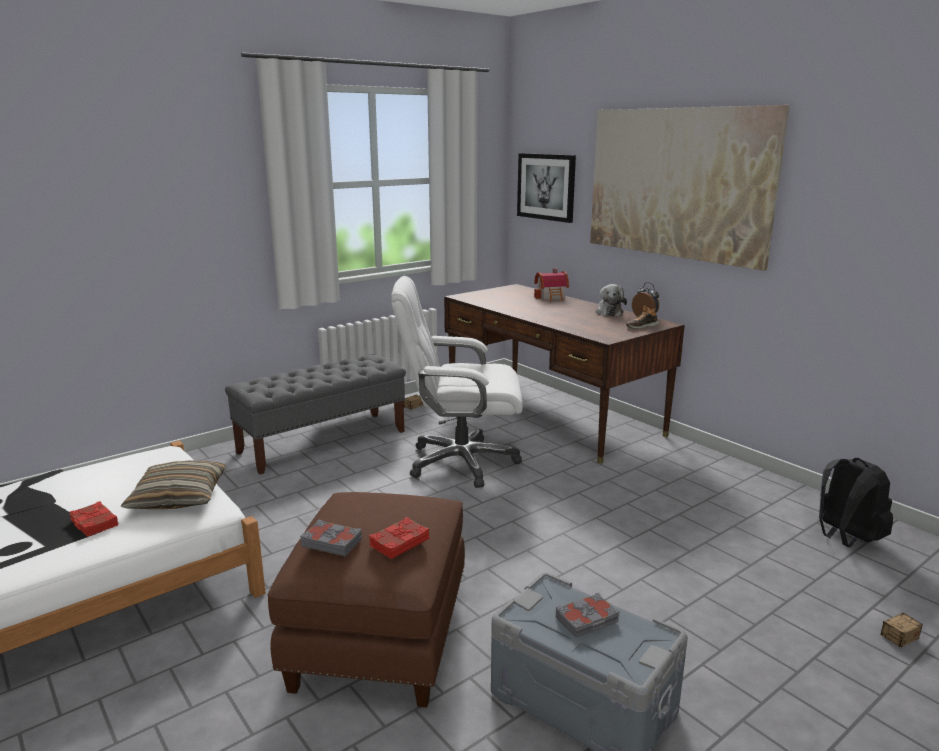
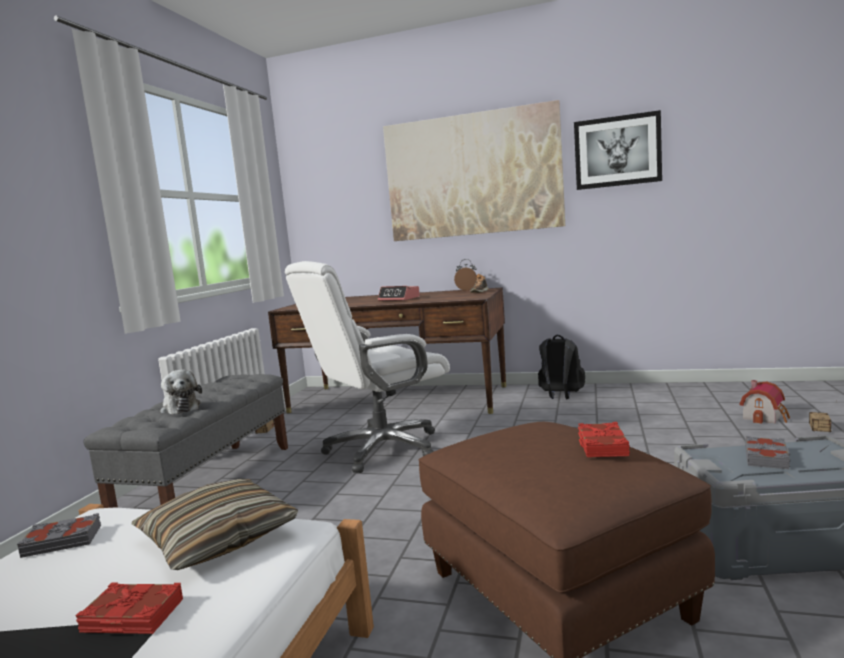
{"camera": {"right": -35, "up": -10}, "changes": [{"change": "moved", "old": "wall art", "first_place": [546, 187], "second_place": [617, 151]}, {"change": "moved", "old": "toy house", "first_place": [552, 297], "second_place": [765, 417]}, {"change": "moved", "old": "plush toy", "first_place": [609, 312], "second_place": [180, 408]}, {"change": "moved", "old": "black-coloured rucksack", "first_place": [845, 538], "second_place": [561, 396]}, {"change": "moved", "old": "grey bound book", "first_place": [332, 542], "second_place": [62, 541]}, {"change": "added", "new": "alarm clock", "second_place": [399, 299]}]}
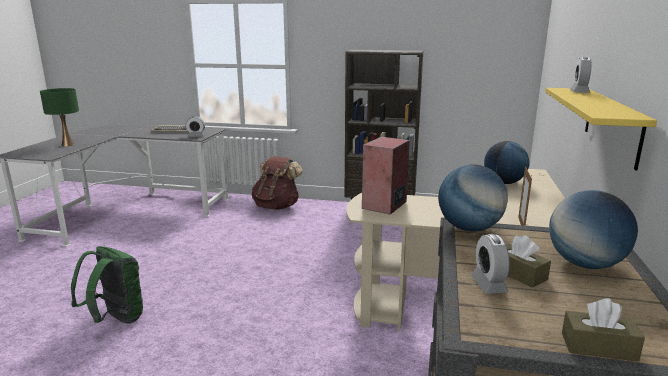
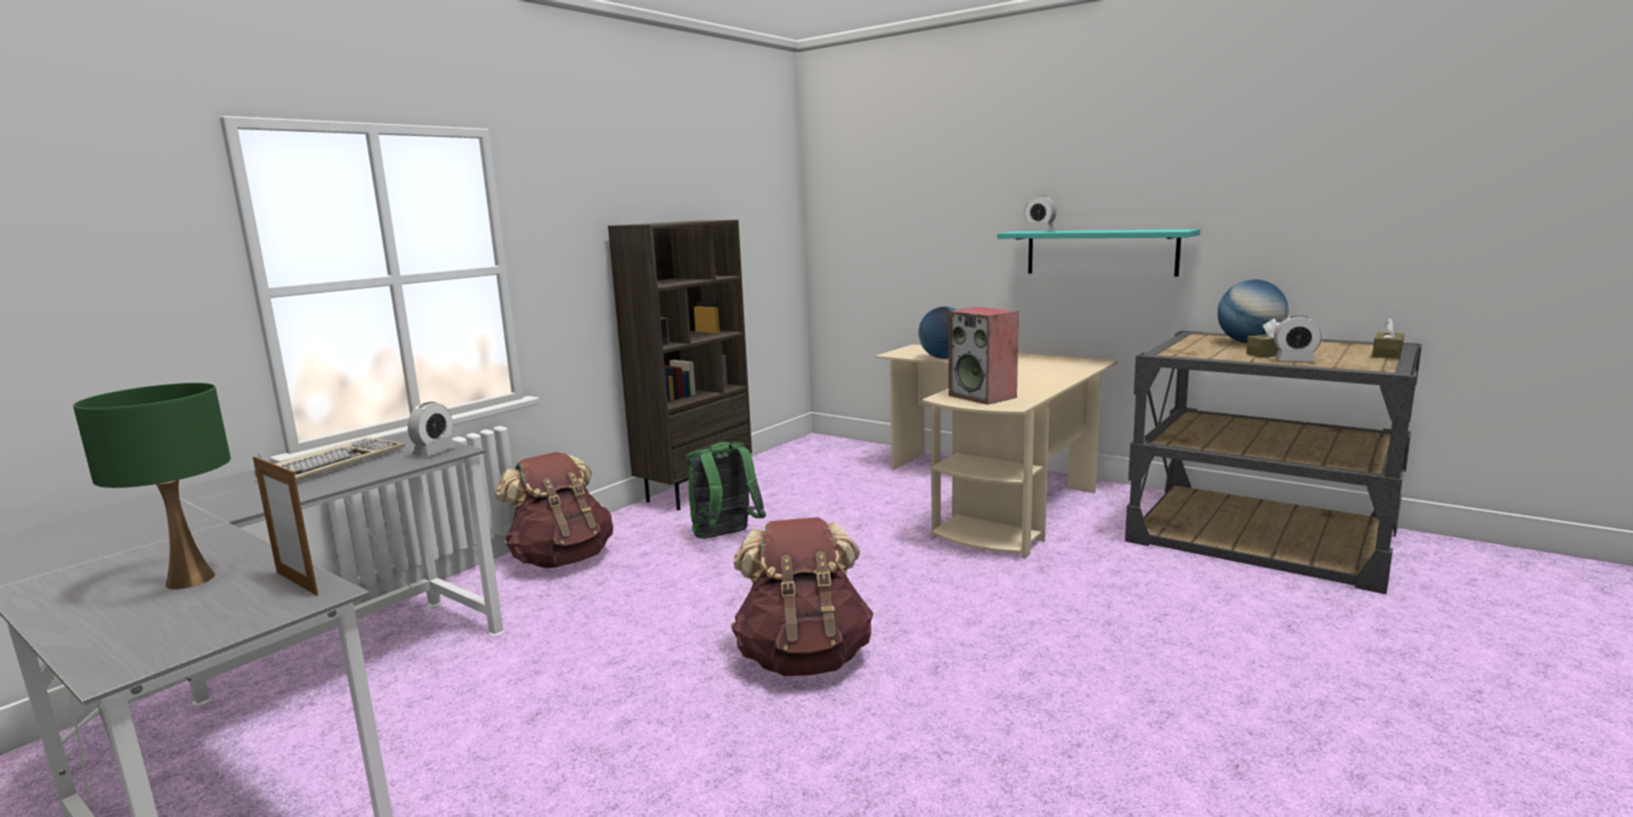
{"camera": {"right": -65, "up": -5}, "changes": [{"change": "recoloured", "old": "yellow shelf", "new": "turquoise shelf", "first_place": [612, 125], "second_place": [1100, 252]}, {"change": "removed", "old": "globe", "first_place": [469, 228]}, {"change": "moved", "old": "picture frame", "first_place": [521, 224], "second_place": [297, 583]}, {"change": "moved", "old": "green-coloured rucksack", "first_place": [116, 319], "second_place": [725, 536]}, {"change": "added", "new": "brown rucksack", "second_place": [804, 658]}]}
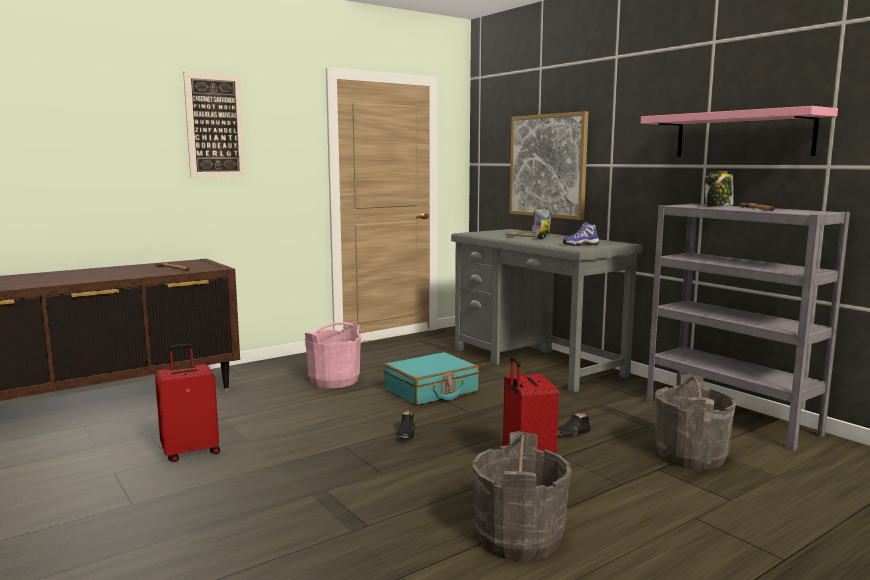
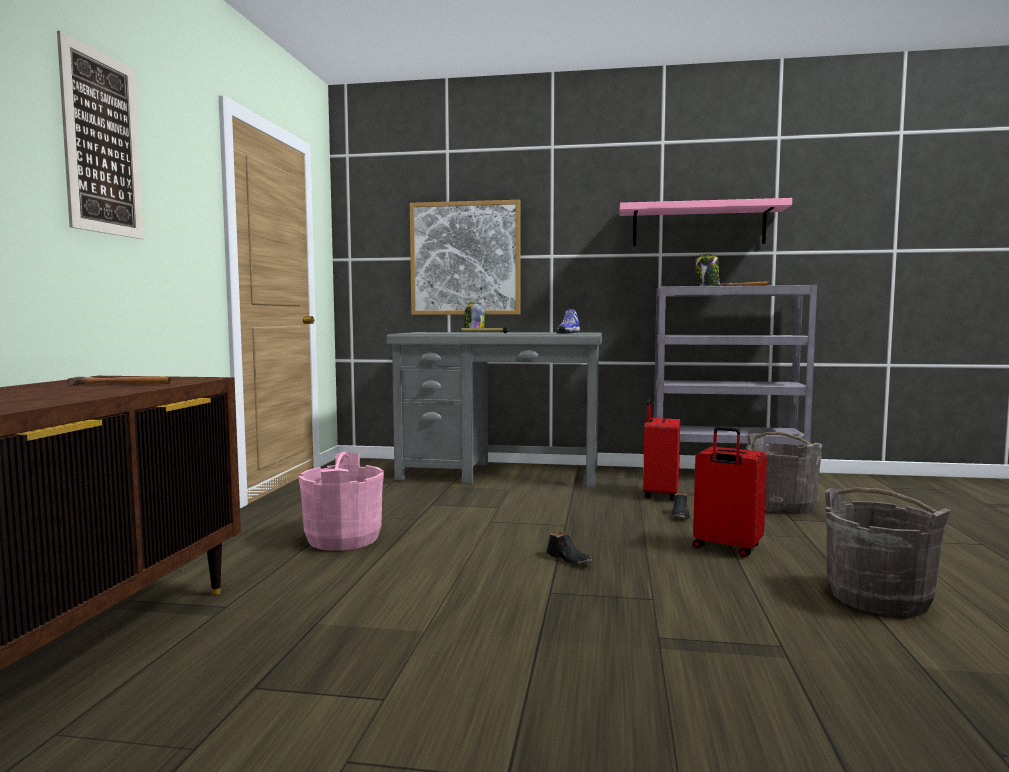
{"camera": {"right": -45, "up": -5}, "changes": [{"change": "moved", "old": "red-coloured piece of luggage", "first_place": [191, 452], "second_place": [659, 495]}, {"change": "removed", "old": "turquoise piece of luggage", "first_place": [431, 391]}]}
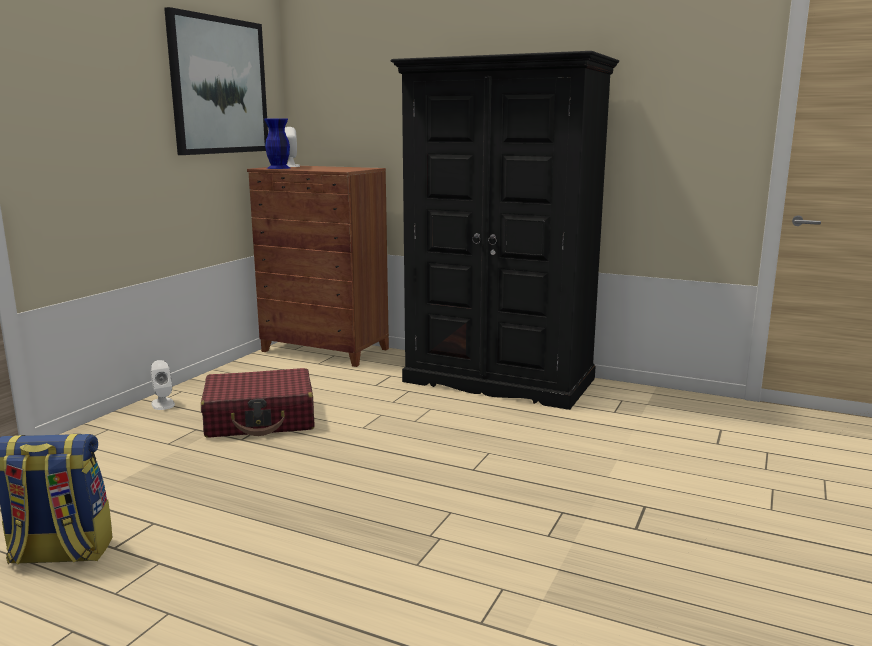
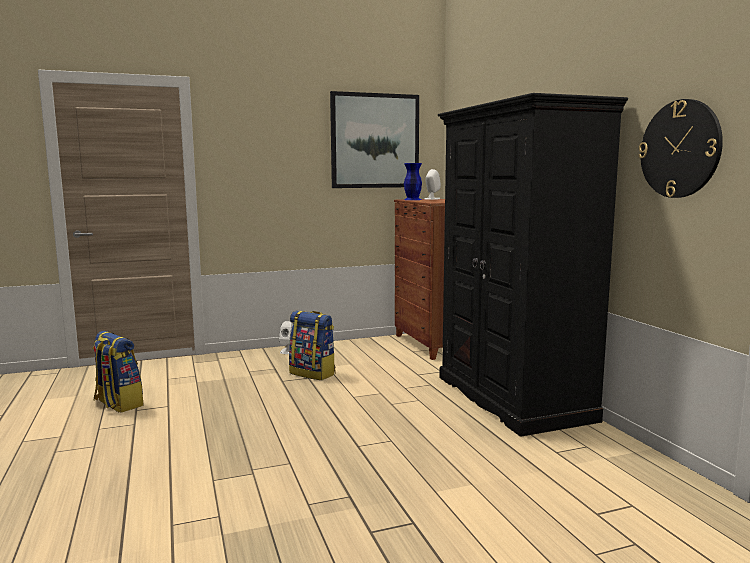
{"camera": {"right": 45, "up": -5}, "changes": [{"change": "replaced", "old": "red-coloured piece of luggage", "new": "rucksack", "first_place": [260, 419], "second_place": [313, 373]}, {"change": "added", "new": "clock on the wall", "second_place": [680, 149]}]}
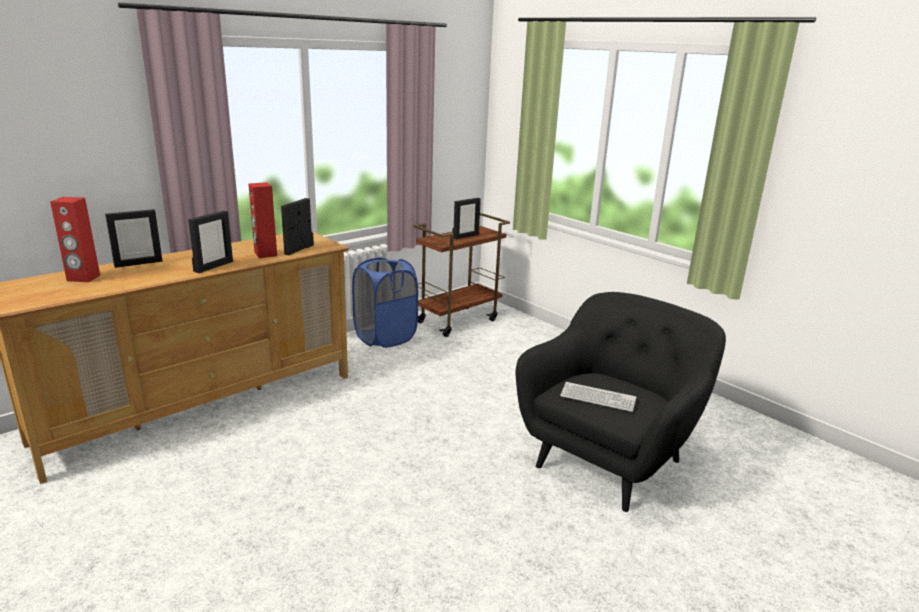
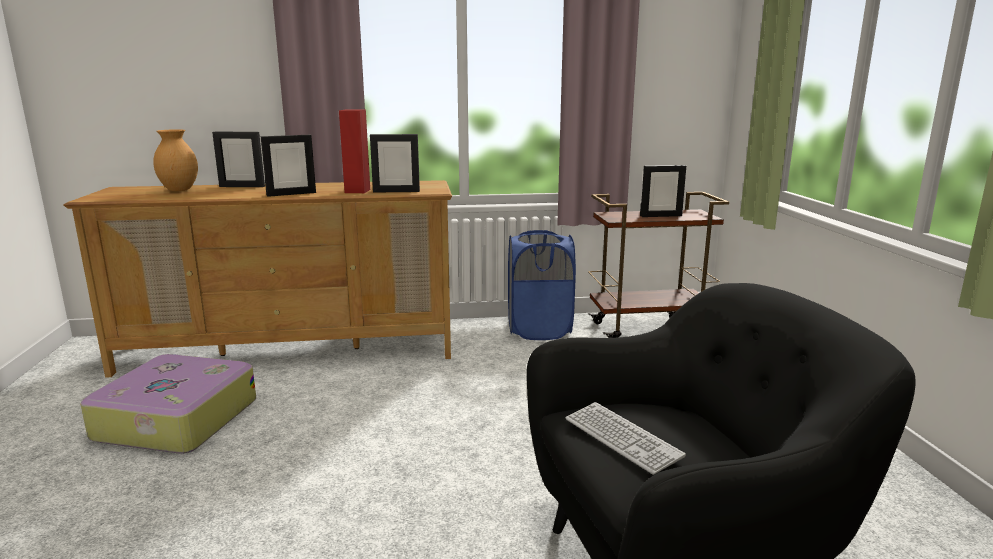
{"camera": {"right": 35, "up": -5}, "changes": [{"change": "replaced", "old": "red-coloured speaker", "new": "brown flower vase", "first_place": [83, 278], "second_place": [180, 190]}, {"change": "turned", "old": "picture frame", "first_place": [299, 249], "second_place": [396, 191], "degrees": -150}, {"change": "added", "new": "piece of luggage", "second_place": [175, 420]}]}
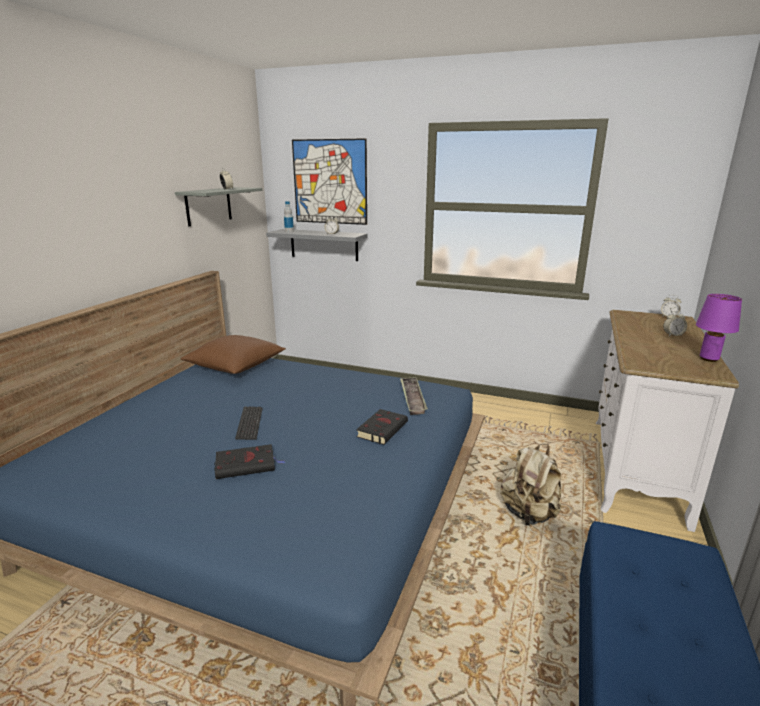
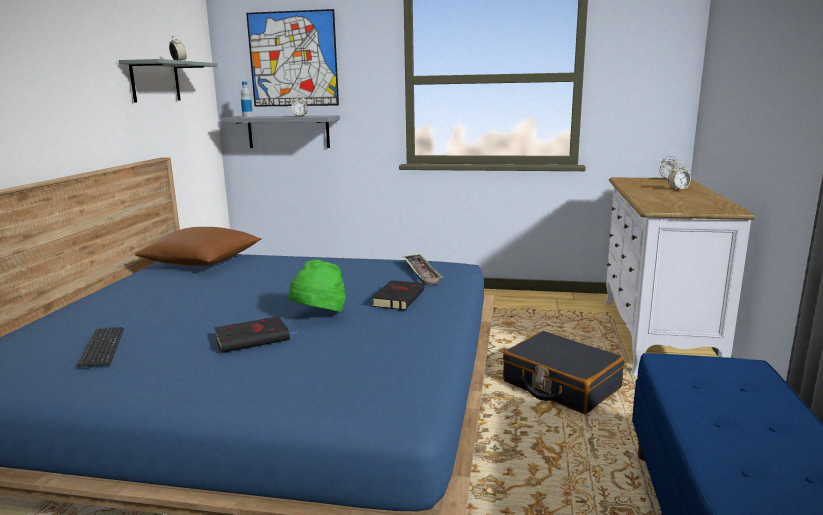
{"camera": {"right": -10, "up": -5}, "changes": [{"change": "removed", "old": "purplish lamp for a table", "first_place": [709, 359]}, {"change": "moved", "old": "computer keyboard", "first_place": [249, 424], "second_place": [102, 348]}, {"change": "replaced", "old": "beige rucksack", "new": "black-coloured piece of luggage", "first_place": [529, 514], "second_place": [560, 385]}, {"change": "added", "new": "green-coloured hat", "second_place": [319, 315]}]}
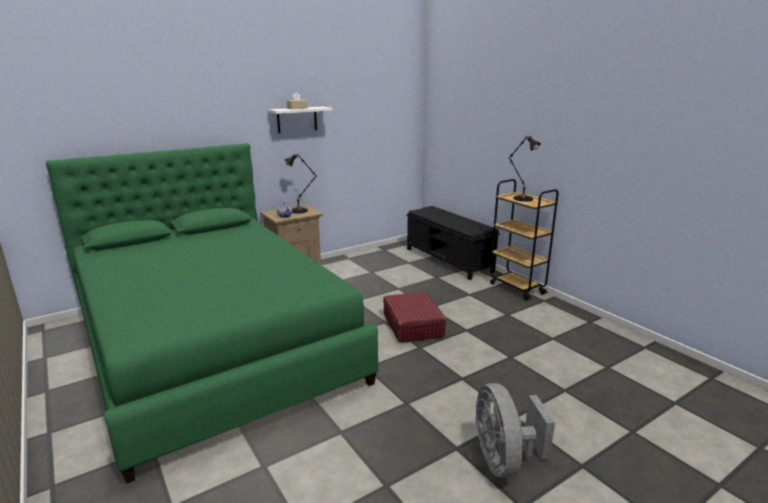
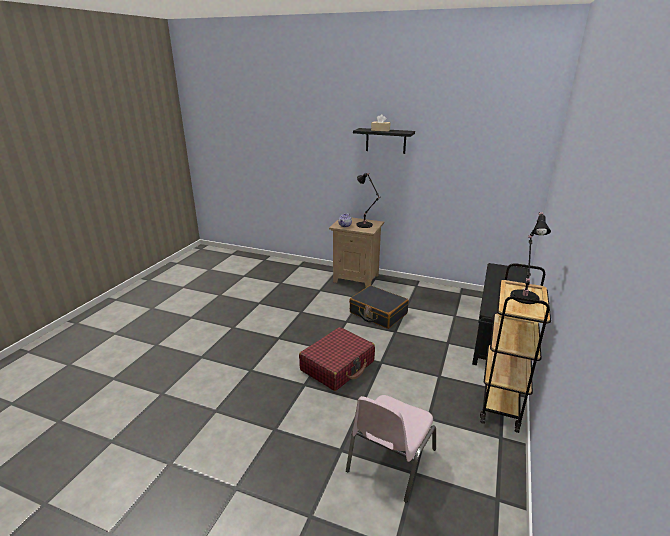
{"camera": {"right": 55, "up": 5}, "changes": [{"change": "recoloured", "old": "white shelf", "new": "black-coloured shelf", "first_place": [297, 119], "second_place": [385, 141]}, {"change": "removed", "old": "green-coloured bedroom bed", "first_place": [213, 345]}, {"change": "removed", "old": "grey cooling fan", "first_place": [504, 460]}, {"change": "added", "new": "black-coloured piece of luggage", "second_place": [378, 313]}, {"change": "added", "new": "pink-coloured plain chair", "second_place": [389, 460]}]}
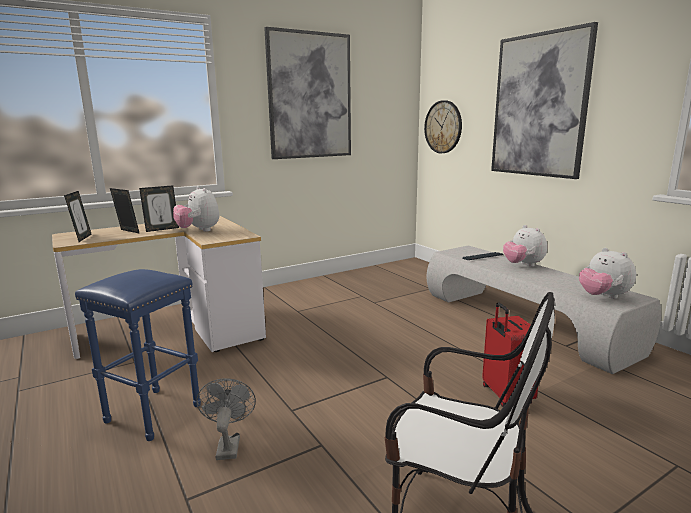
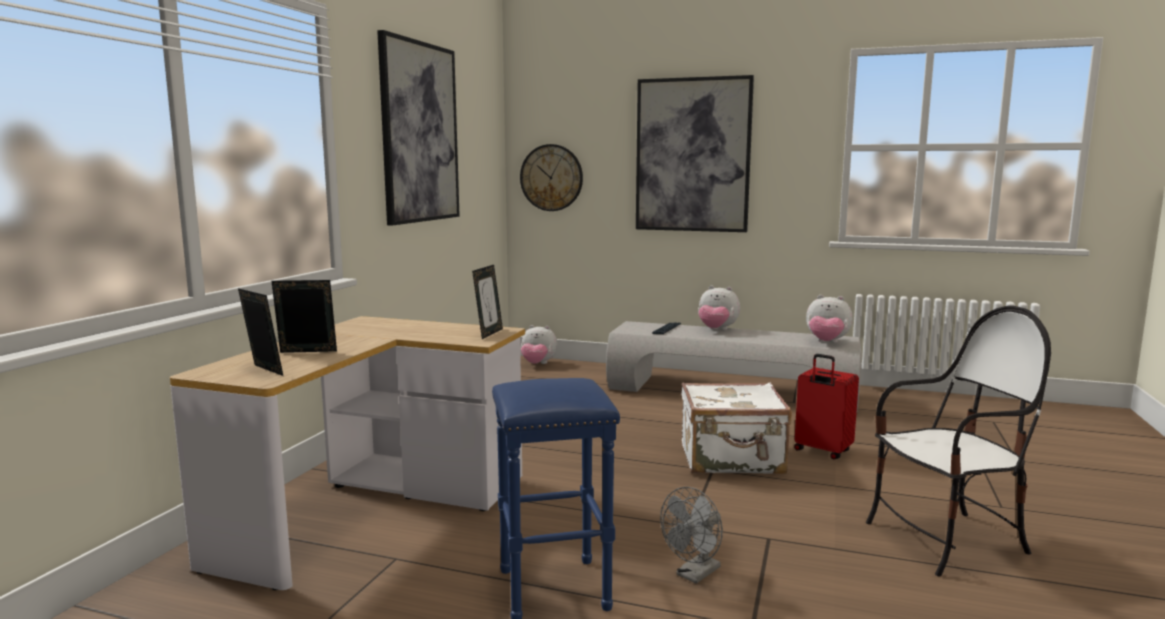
{"camera": {"right": -40, "up": -5}, "changes": [{"change": "moved", "old": "picture frame", "first_place": [162, 229], "second_place": [488, 333]}, {"change": "moved", "old": "plush toy", "first_place": [199, 230], "second_place": [538, 364]}, {"change": "turned", "old": "grey cooling fan", "first_place": [228, 444], "second_place": [694, 575], "degrees": -90}, {"change": "added", "new": "white piece of luggage", "second_place": [732, 460]}]}
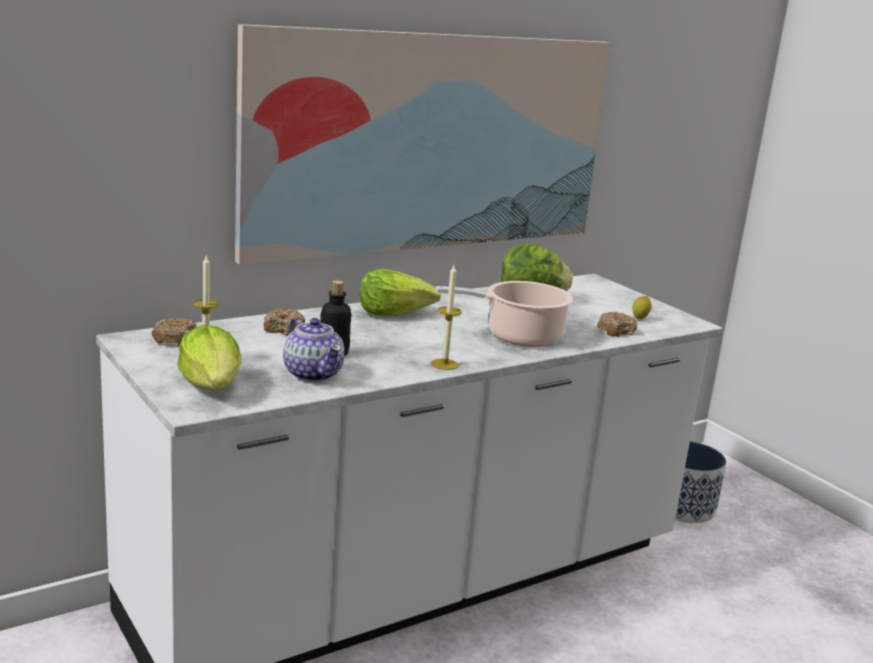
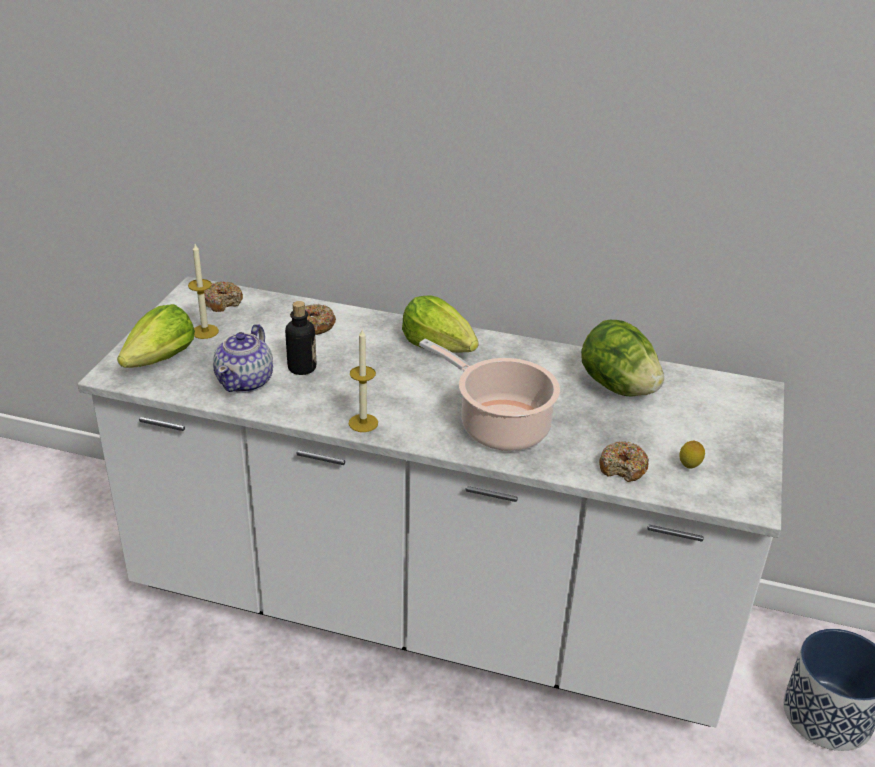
{"camera": {"right": 50, "up": 15}, "changes": [{"change": "removed", "old": "wall art", "first_place": [434, 142]}]}
